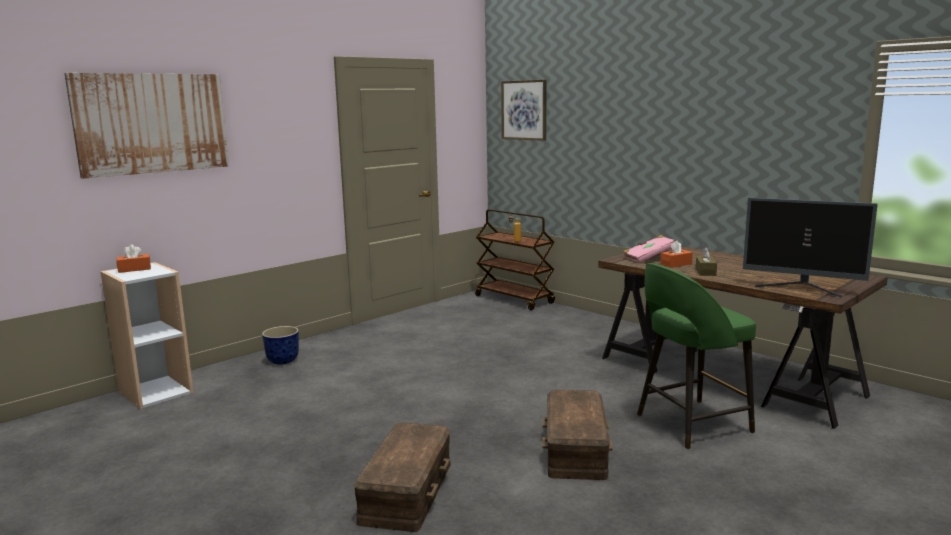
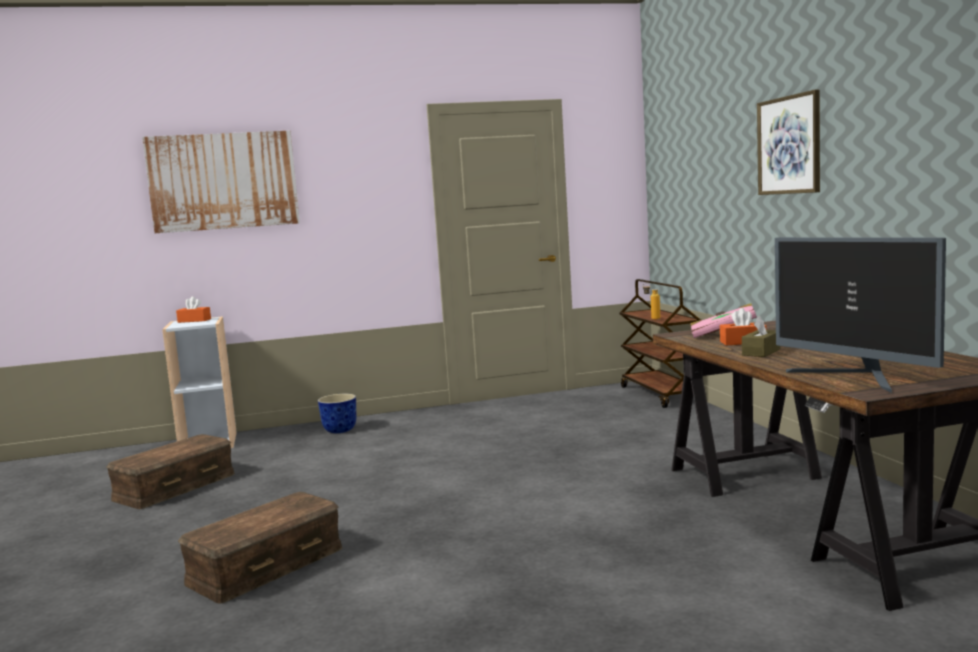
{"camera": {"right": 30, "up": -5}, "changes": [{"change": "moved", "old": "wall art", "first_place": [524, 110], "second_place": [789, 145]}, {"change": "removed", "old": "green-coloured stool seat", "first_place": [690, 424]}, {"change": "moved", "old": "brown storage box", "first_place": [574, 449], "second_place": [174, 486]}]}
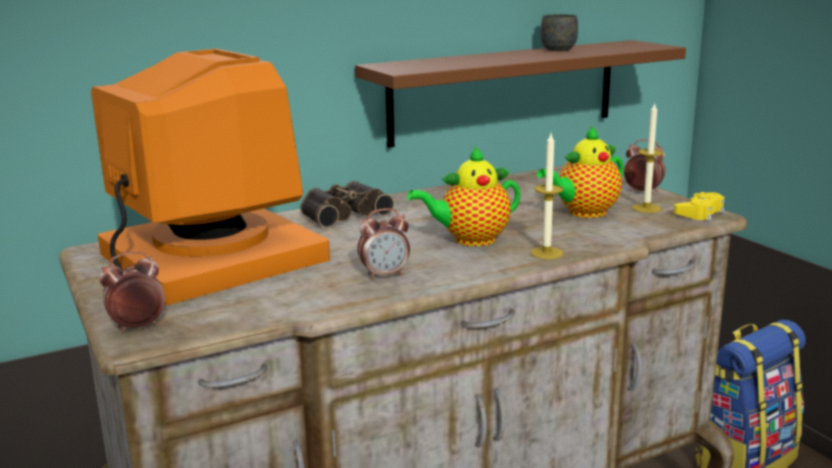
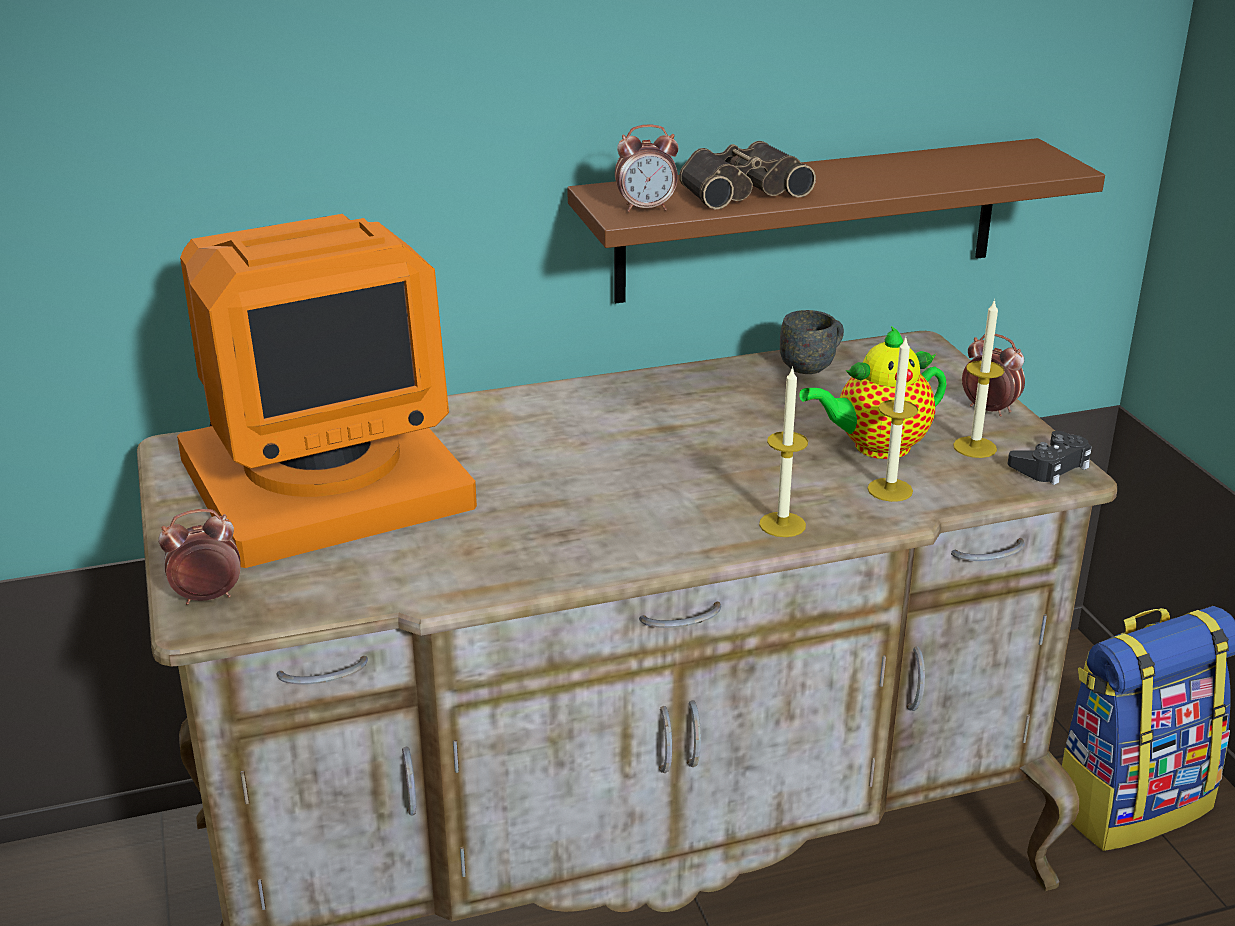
{"camera": {"right": 10, "up": 10}, "changes": [{"change": "moved", "old": "grey tea mug", "first_place": [561, 49], "second_place": [812, 365]}, {"change": "turned", "old": "monitor", "first_place": [208, 257], "second_place": [323, 479], "degrees": 90}, {"change": "removed", "old": "pot for tea", "first_place": [470, 240]}, {"change": "moved", "old": "pair of binoculars", "first_place": [343, 214], "second_place": [739, 189]}, {"change": "recoloured", "old": "yellow joypad", "new": "black-coloured joypad", "first_place": [700, 213], "second_place": [1050, 466]}, {"change": "moved", "old": "alarm clock", "first_place": [385, 275], "second_place": [646, 208]}, {"change": "added", "new": "candle", "second_place": [890, 490]}]}
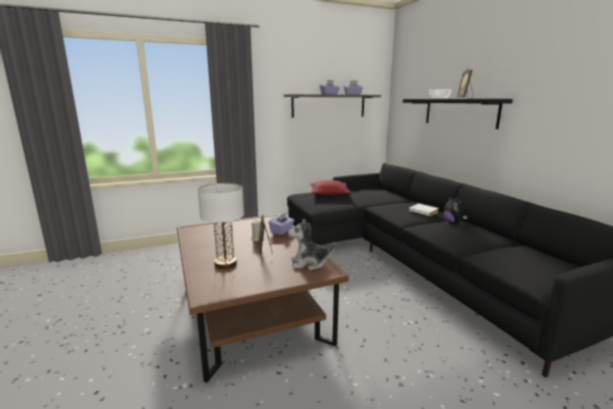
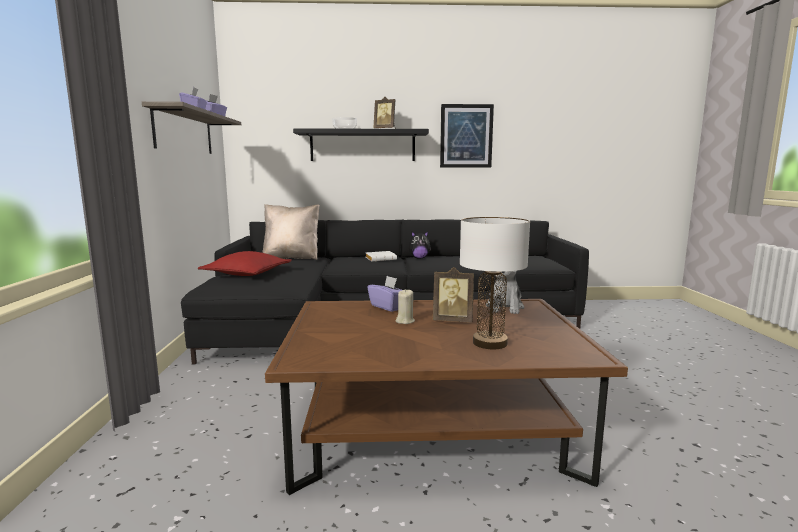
{"camera": {"right": -70, "up": -5}, "changes": [{"change": "added", "new": "wall art", "second_place": [466, 136]}, {"change": "added", "new": "beige pillow", "second_place": [292, 258]}]}
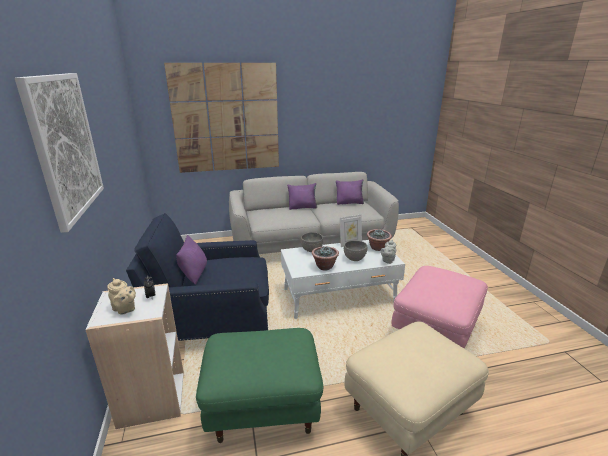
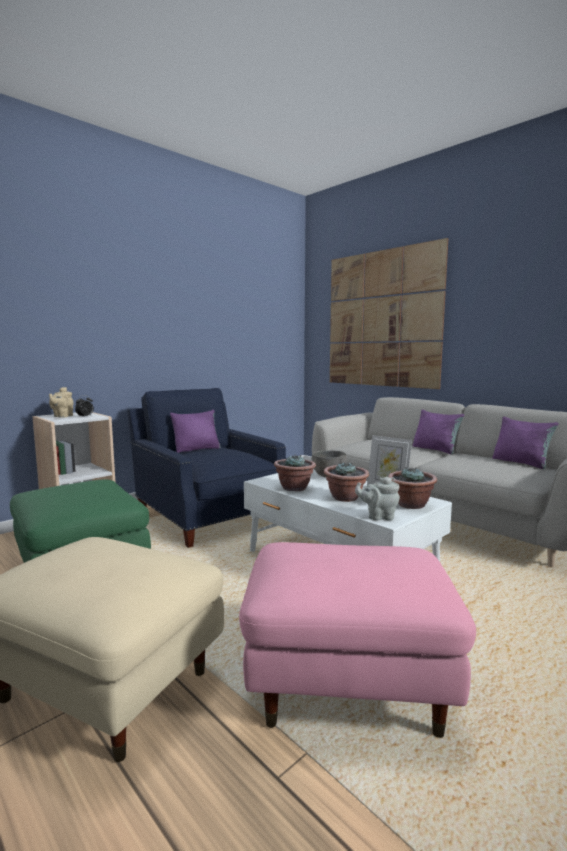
{"camera": {"right": 60, "up": -15}, "changes": [{"change": "removed", "old": "wall art", "first_place": [65, 146]}, {"change": "replaced", "old": "grey bowl", "new": "potted plant", "first_place": [354, 258], "second_place": [345, 498]}]}
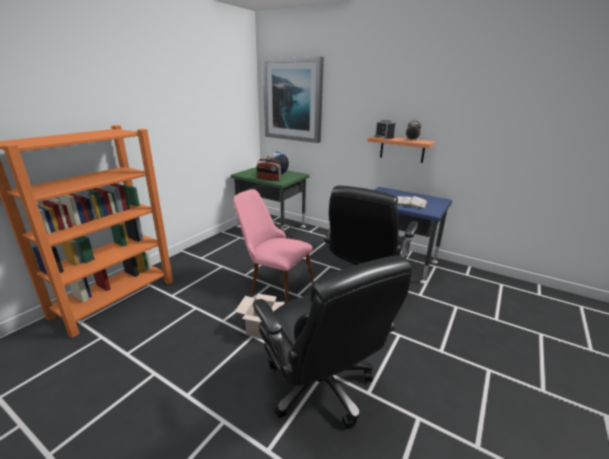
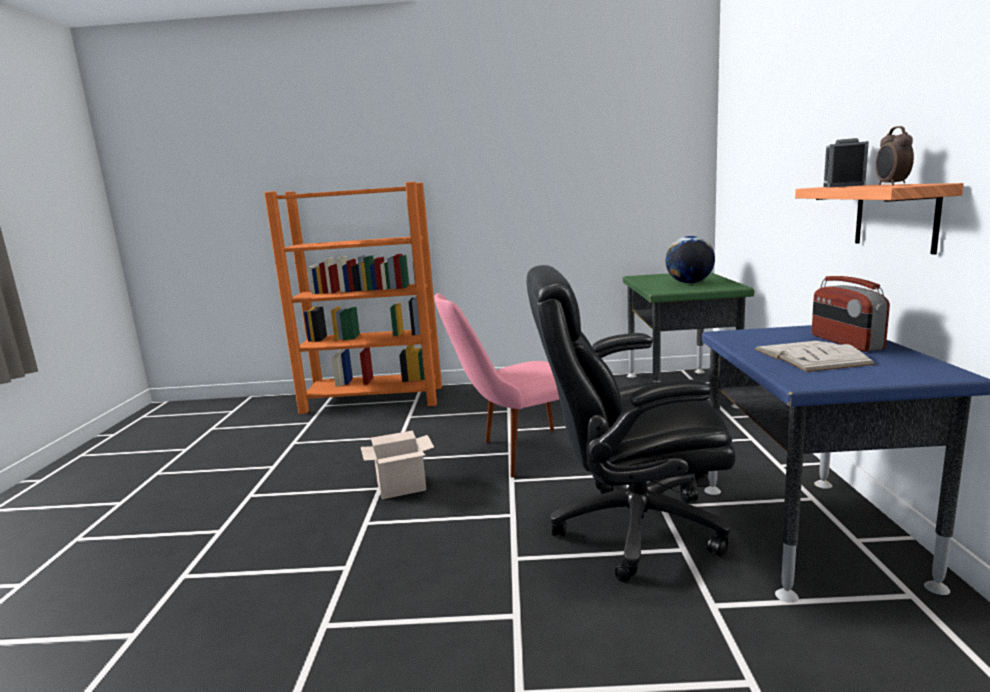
{"camera": {"right": 60, "up": -10}, "changes": [{"change": "removed", "old": "wall art", "first_place": [293, 100]}, {"change": "moved", "old": "radio", "first_place": [269, 179], "second_place": [845, 342]}, {"change": "turned", "old": "pink-coloured plain chair", "first_place": [274, 284], "second_place": [515, 455], "degrees": -105}, {"change": "removed", "old": "black-coloured computer chair", "first_place": [321, 390]}]}
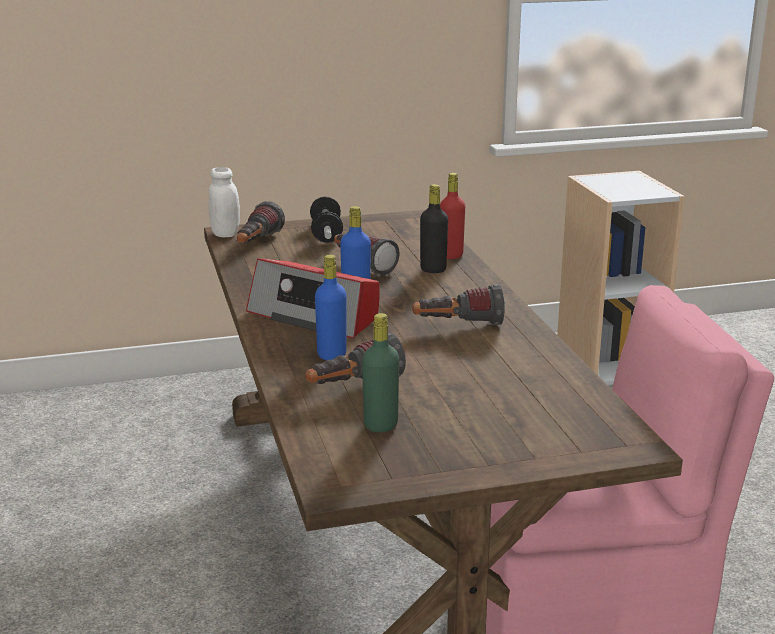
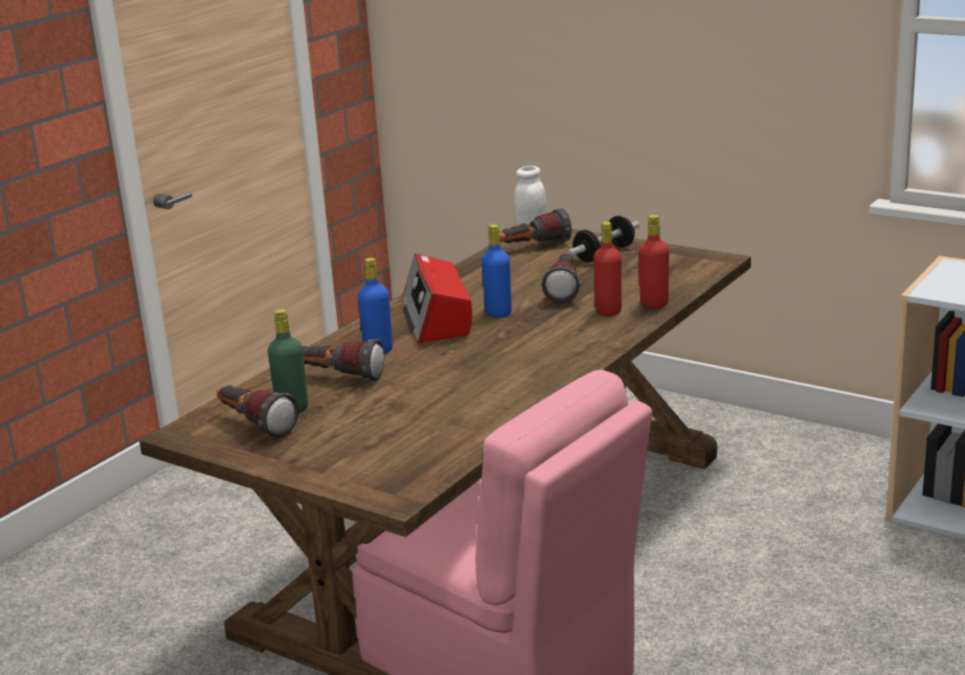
{"camera": {"right": 50, "up": 0}, "changes": [{"change": "recoloured", "old": "black-coloured beverage bottle", "new": "red-coloured beverage bottle", "first_place": [433, 269], "second_place": [608, 311]}, {"change": "moved", "old": "hand torch", "first_place": [458, 326], "second_place": [254, 425]}]}
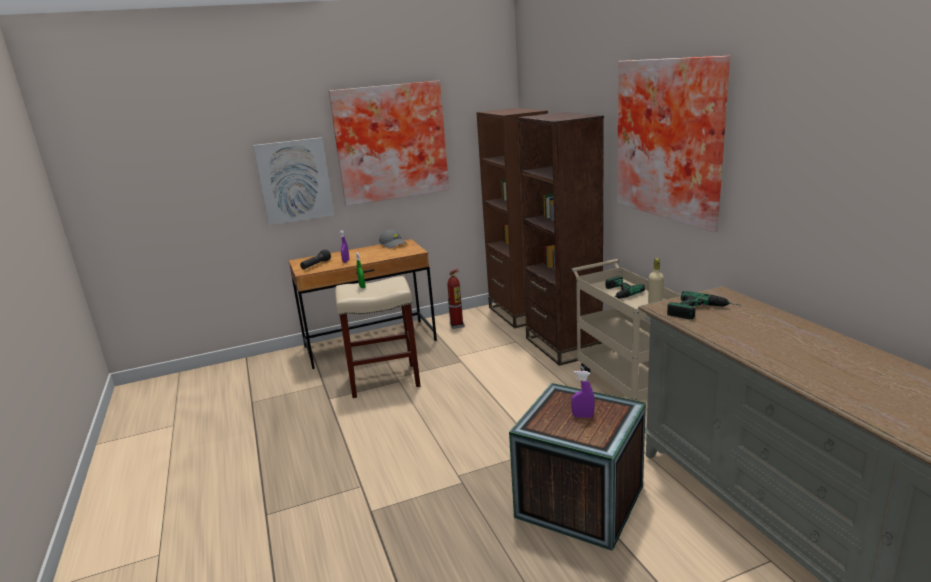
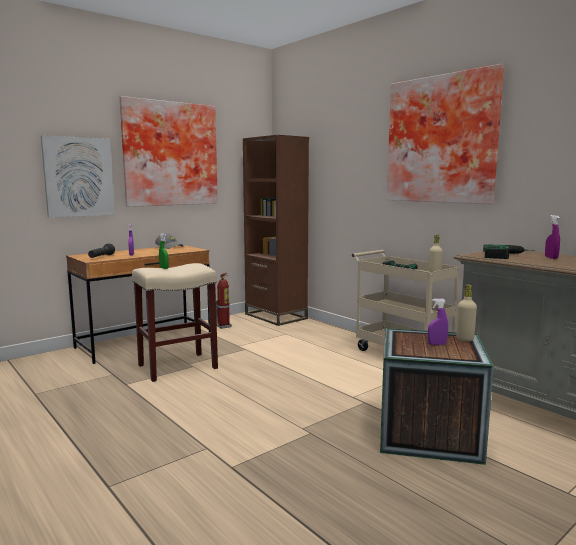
{"camera": {"right": -20, "up": -10}, "changes": [{"change": "removed", "old": "brown bookcase", "first_place": [562, 346]}, {"change": "added", "new": "purplish spray bottle", "second_place": [551, 258]}, {"change": "added", "new": "beige beverage bottle", "second_place": [465, 339]}]}
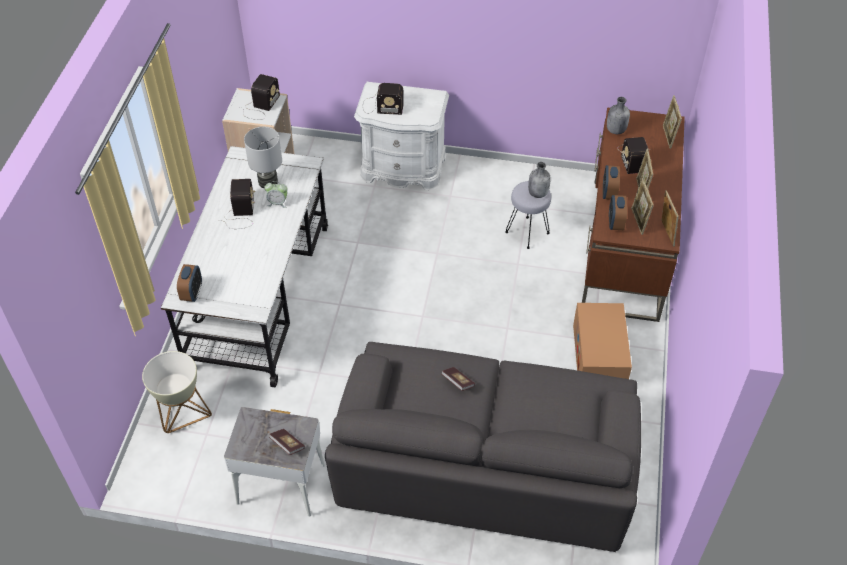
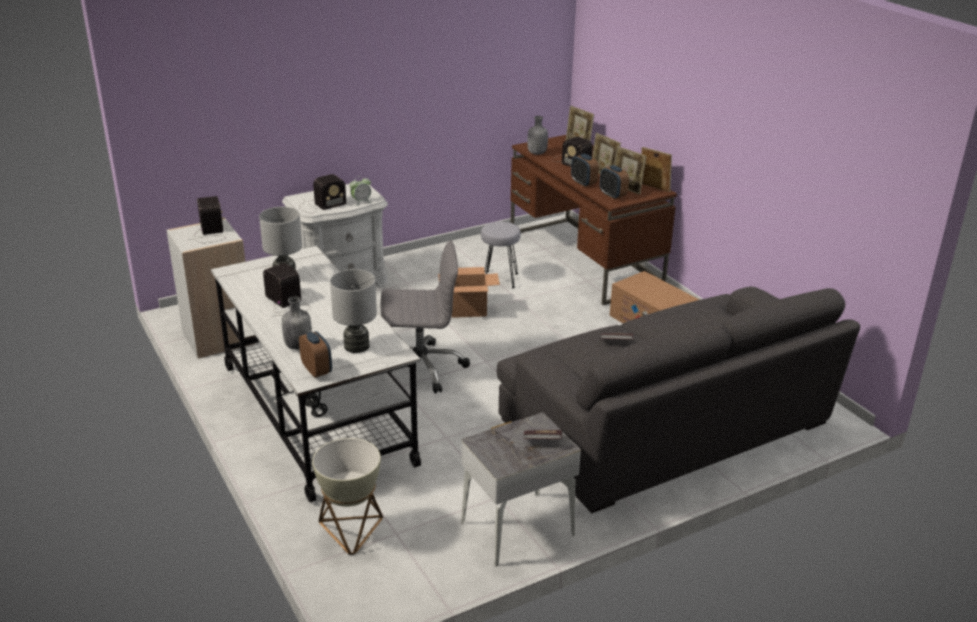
{"camera": {"right": -40, "up": -20}, "changes": [{"change": "moved", "old": "grey beverage bottle", "first_place": [538, 193], "second_place": [298, 345]}, {"change": "moved", "old": "alarm clock", "first_place": [277, 203], "second_place": [361, 202]}, {"change": "added", "new": "grey computer chair", "second_place": [421, 368]}, {"change": "added", "new": "carton", "second_place": [468, 310]}, {"change": "added", "new": "grey lamp for a table", "second_place": [357, 346]}]}
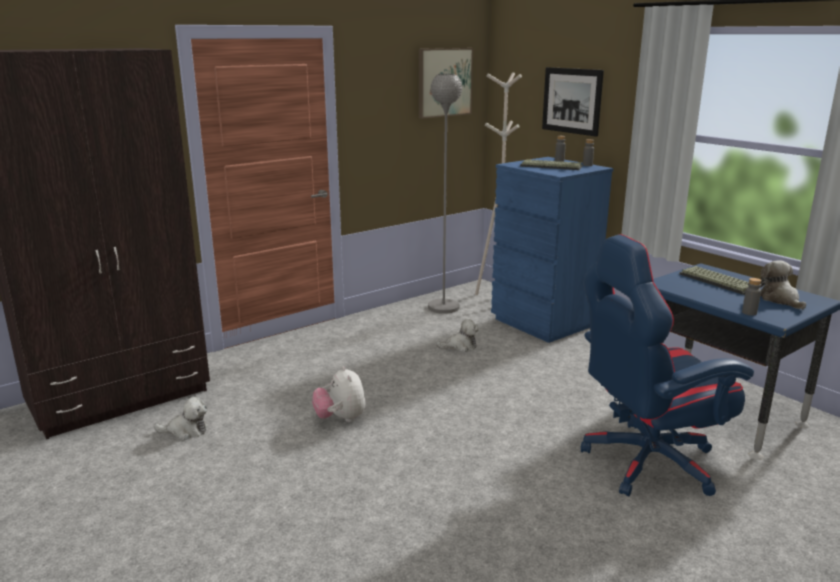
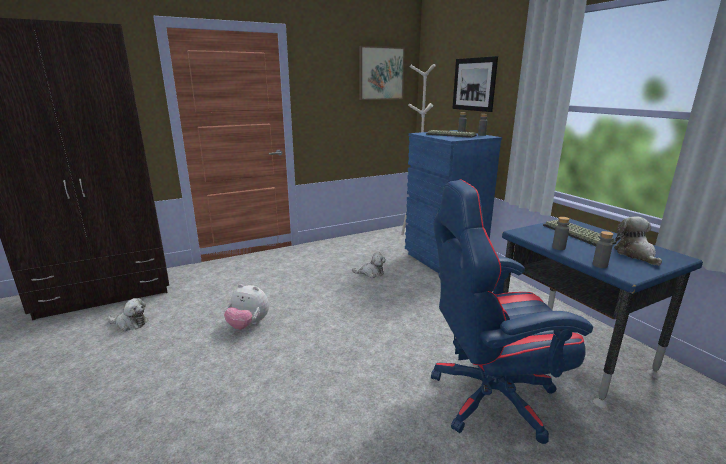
{"camera": {"right": 10, "up": 0}, "changes": [{"change": "removed", "old": "grey standard lamp", "first_place": [443, 307]}, {"change": "turned", "old": "plush toy", "first_place": [340, 418], "second_place": [248, 325], "degrees": -60}, {"change": "added", "new": "grey beverage bottle", "second_place": [558, 248]}]}
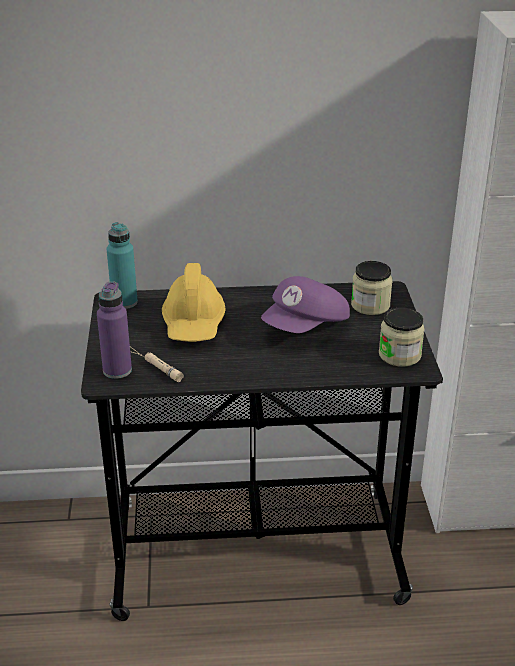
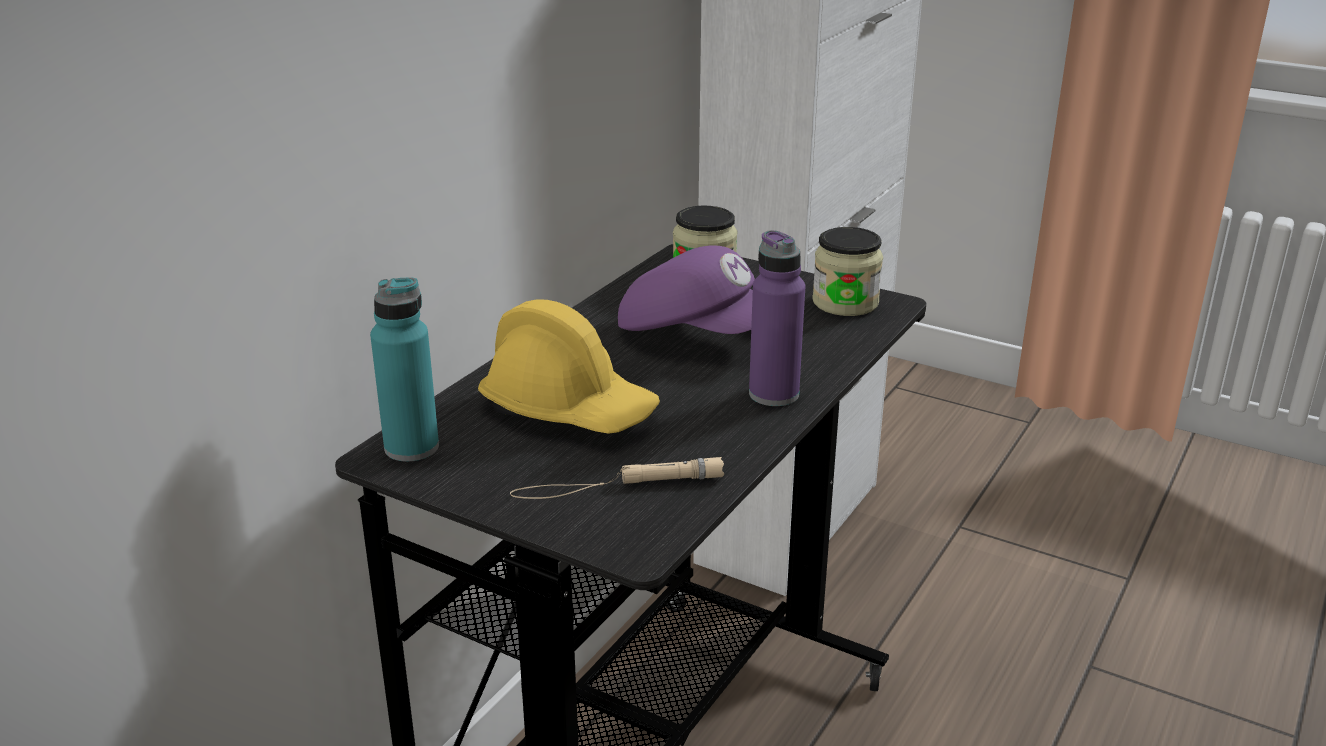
{"camera": {"right": -55, "up": -5}, "changes": [{"change": "turned", "old": "purplish cap", "first_place": [306, 326], "second_place": [698, 334], "degrees": -45}, {"change": "moved", "old": "purplish beverage bottle", "first_place": [117, 370], "second_place": [773, 394]}]}
